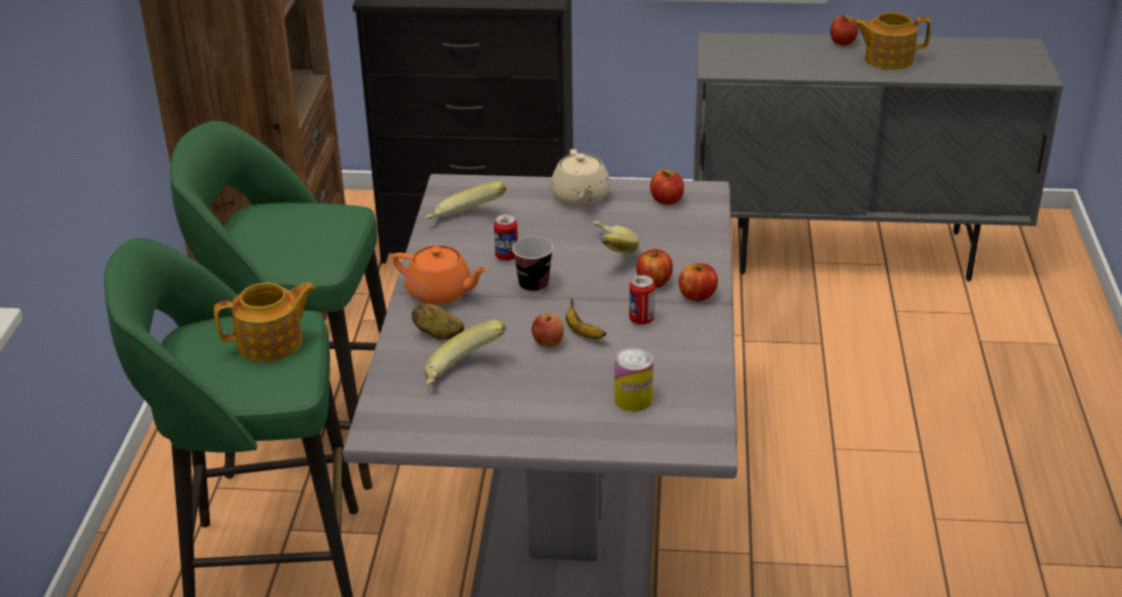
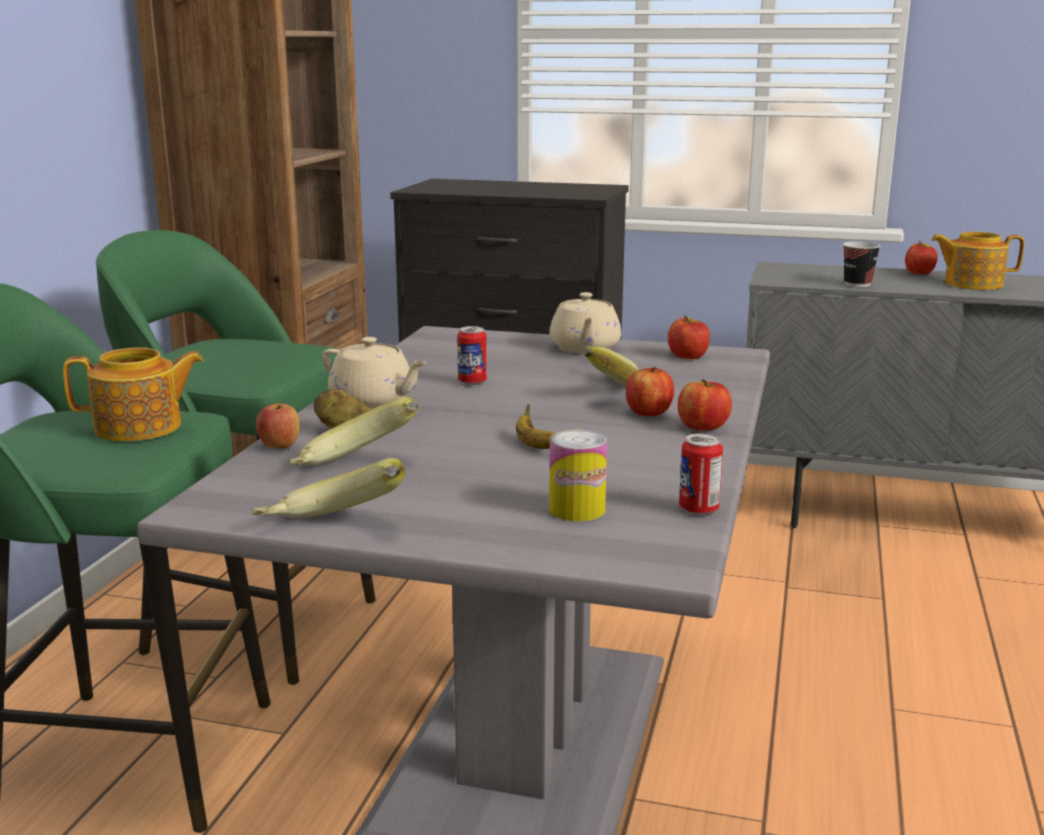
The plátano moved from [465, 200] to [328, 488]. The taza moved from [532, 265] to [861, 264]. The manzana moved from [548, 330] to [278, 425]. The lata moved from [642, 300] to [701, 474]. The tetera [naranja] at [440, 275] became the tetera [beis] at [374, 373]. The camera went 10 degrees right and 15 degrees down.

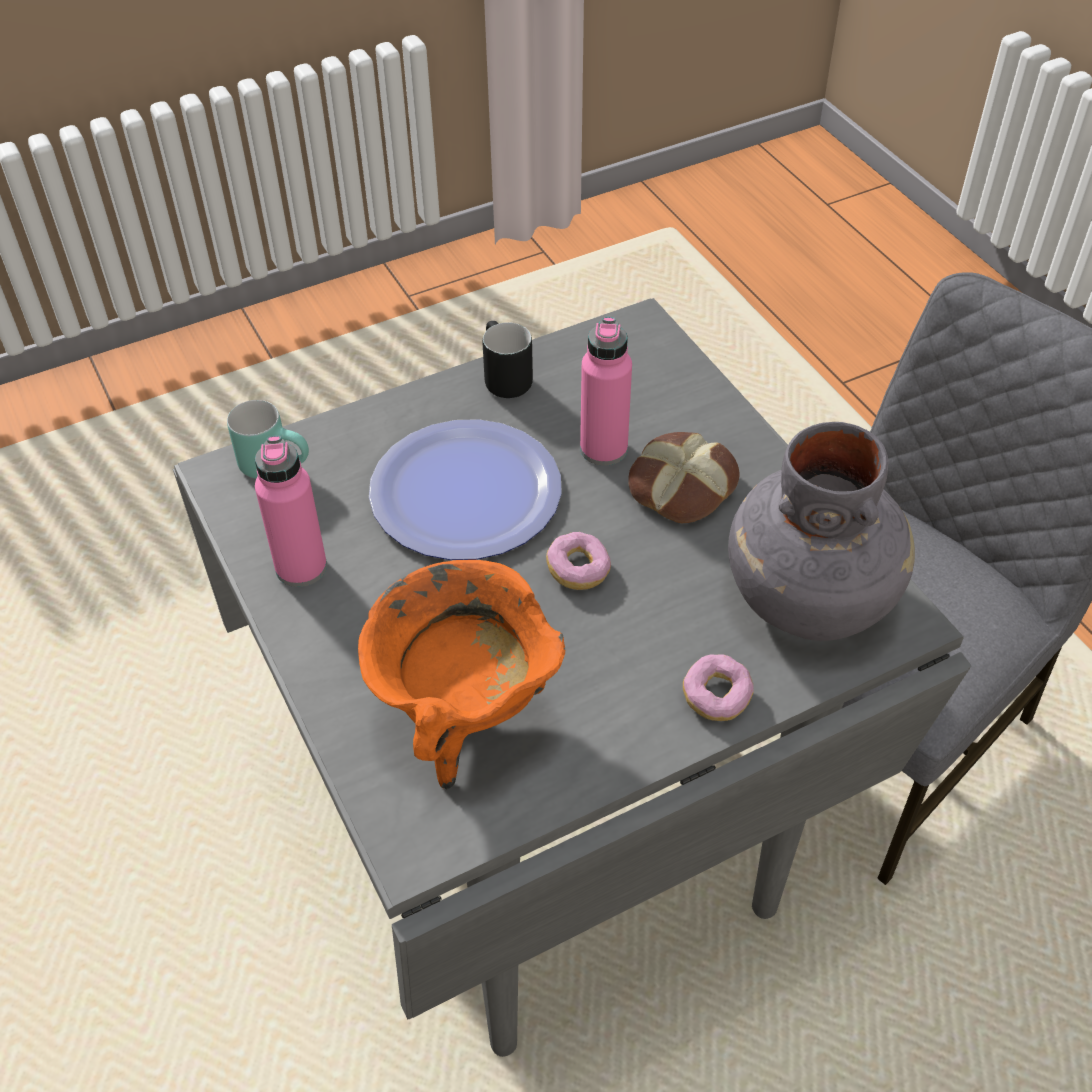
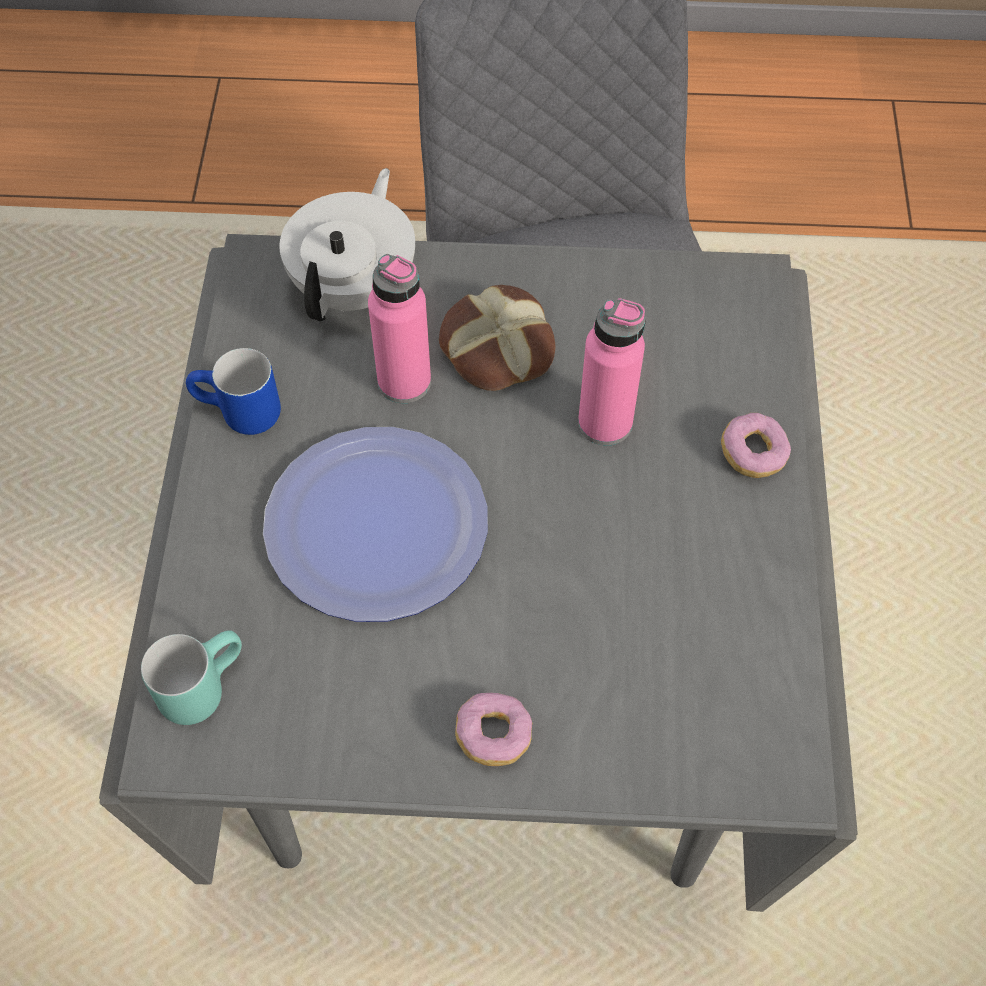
The olla [naranja] at [461, 675] disappeared. The florero [gris] at [821, 531] disappeared. The tetera [blanco] at [347, 244] appeared. The botella [rosa] moved from [291, 511] to [611, 372]. The rosquilla moved from [578, 561] to [493, 729]. The taza grande [negro] at [508, 359] became the taza grande [azul] at [233, 391]. The camera went 60 degrees left and 10 degrees up.

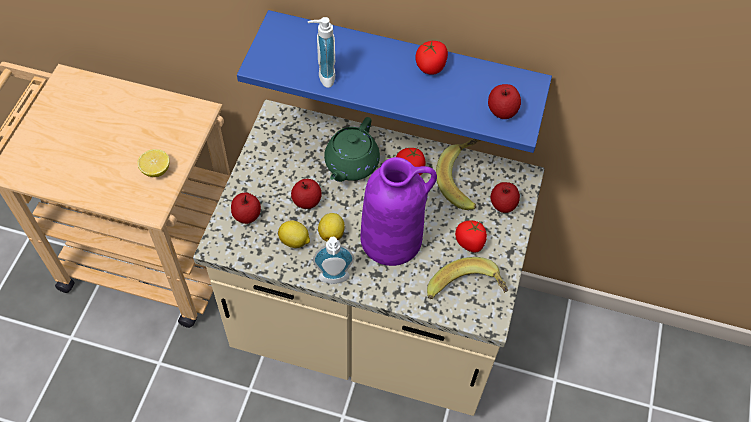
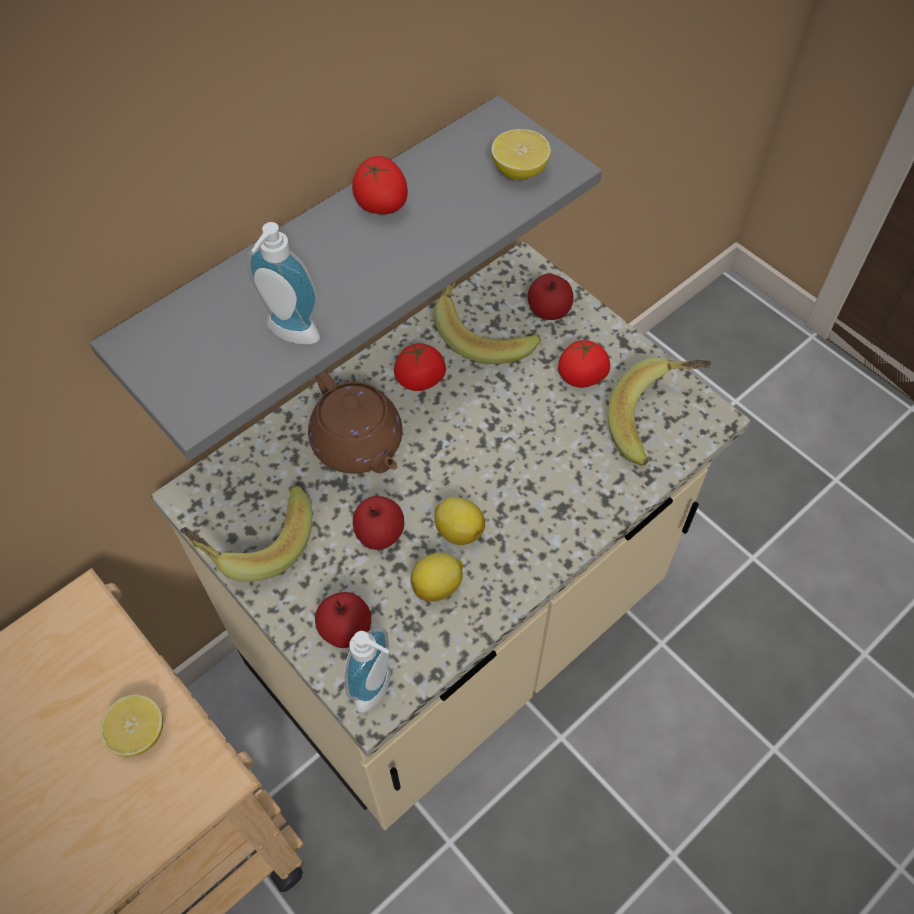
The florero [morado] at [398, 211] disappeared. The plátano at [246, 533] appeared. The dispensador de jabón moved from [333, 260] to [367, 670]. The manzana at [504, 101] was replaced by the limón at [521, 154]. The estante [azul] at [394, 81] became the estante [gris] at [346, 278]. The tetera [verde] at [352, 149] became the tetera [marrón] at [355, 422]. The camera went 55 degrees left and 0 degrees up.

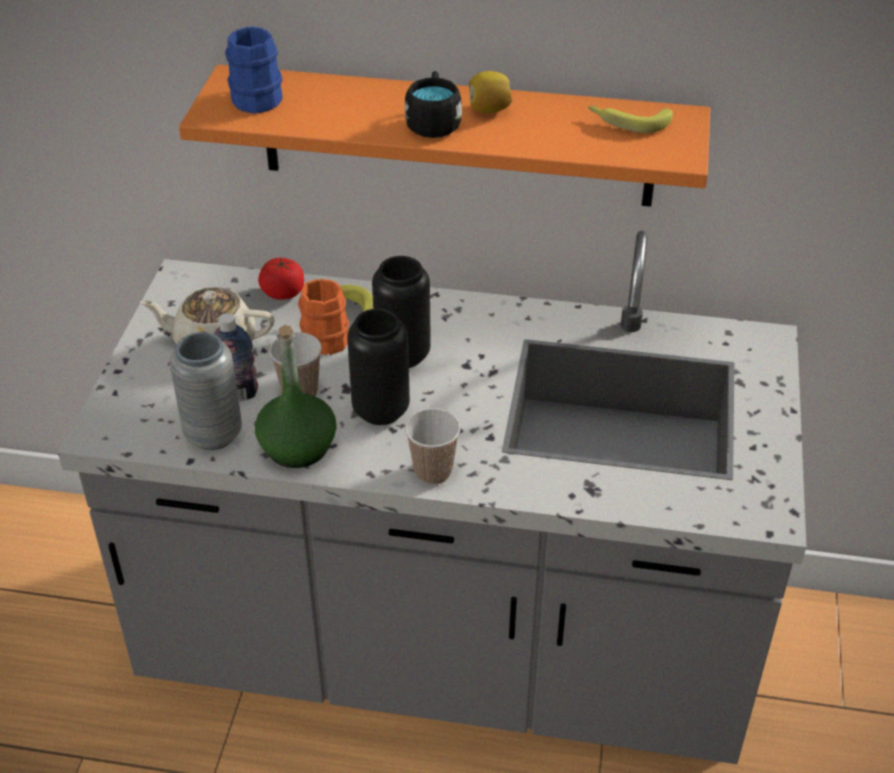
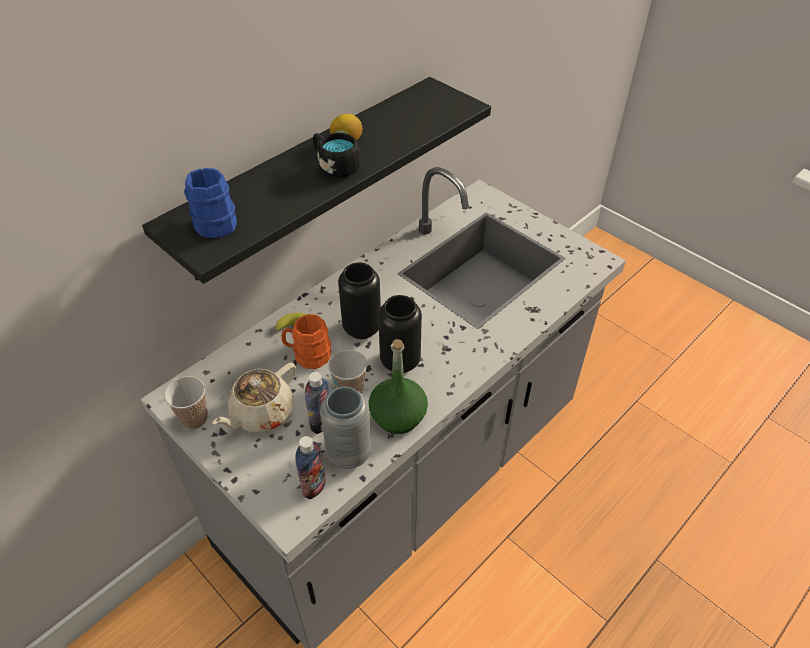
The tomate at [281, 279] disappeared. The plátano at [630, 119] disappeared. The botella at [311, 467] appeared. The taza moved from [432, 446] to [186, 402]. The estante [naranja] at [445, 136] became the estante [negro] at [316, 180]. The camera went 55 degrees left and 5 degrees up.

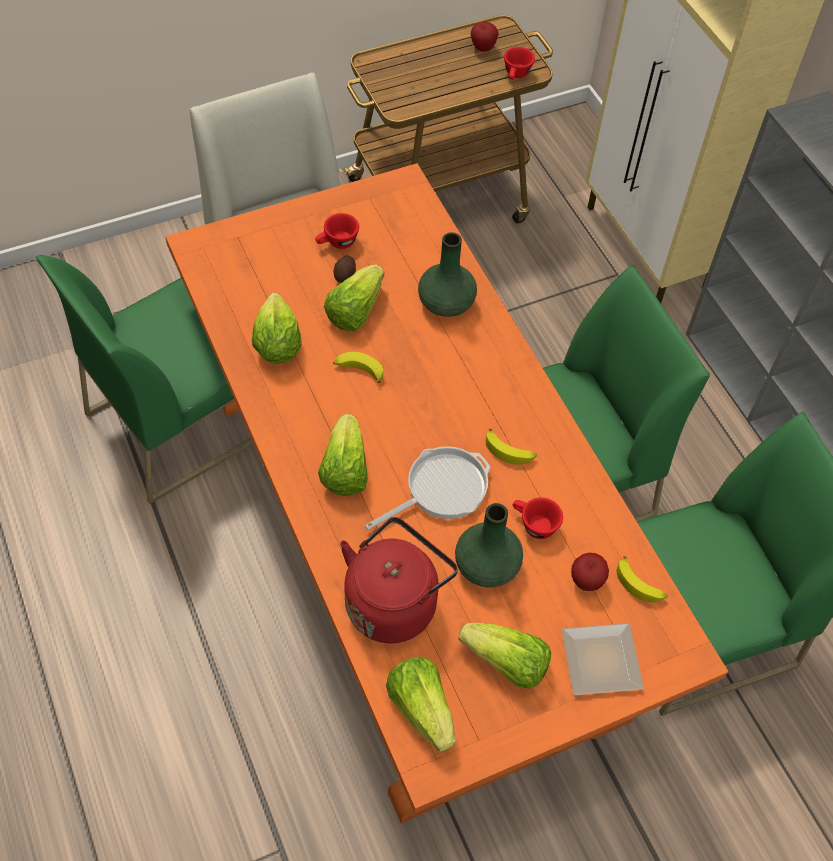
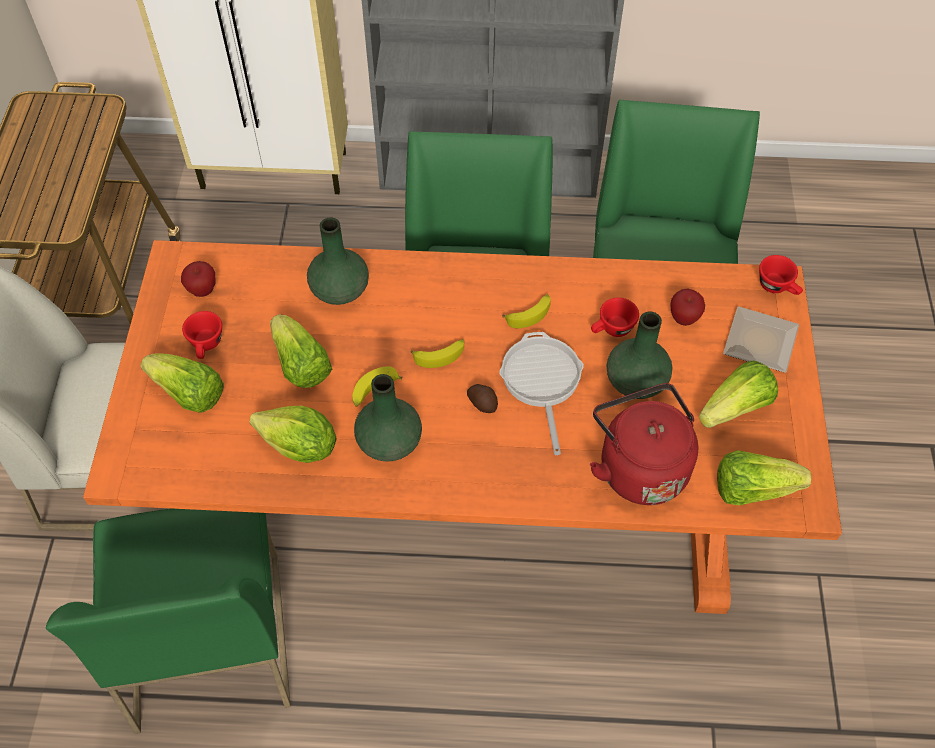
The florero [verde] at [388, 418] appeared. The lechuga moved from [343, 455] to [182, 382]. The patata moved from [345, 269] to [482, 398]. The manzana moved from [485, 37] to [198, 279]. The taza [rojo] moved from [519, 63] to [781, 275]. The plátano moved from [642, 579] to [437, 353]. The camera went 60 degrees left and 0 degrees up.

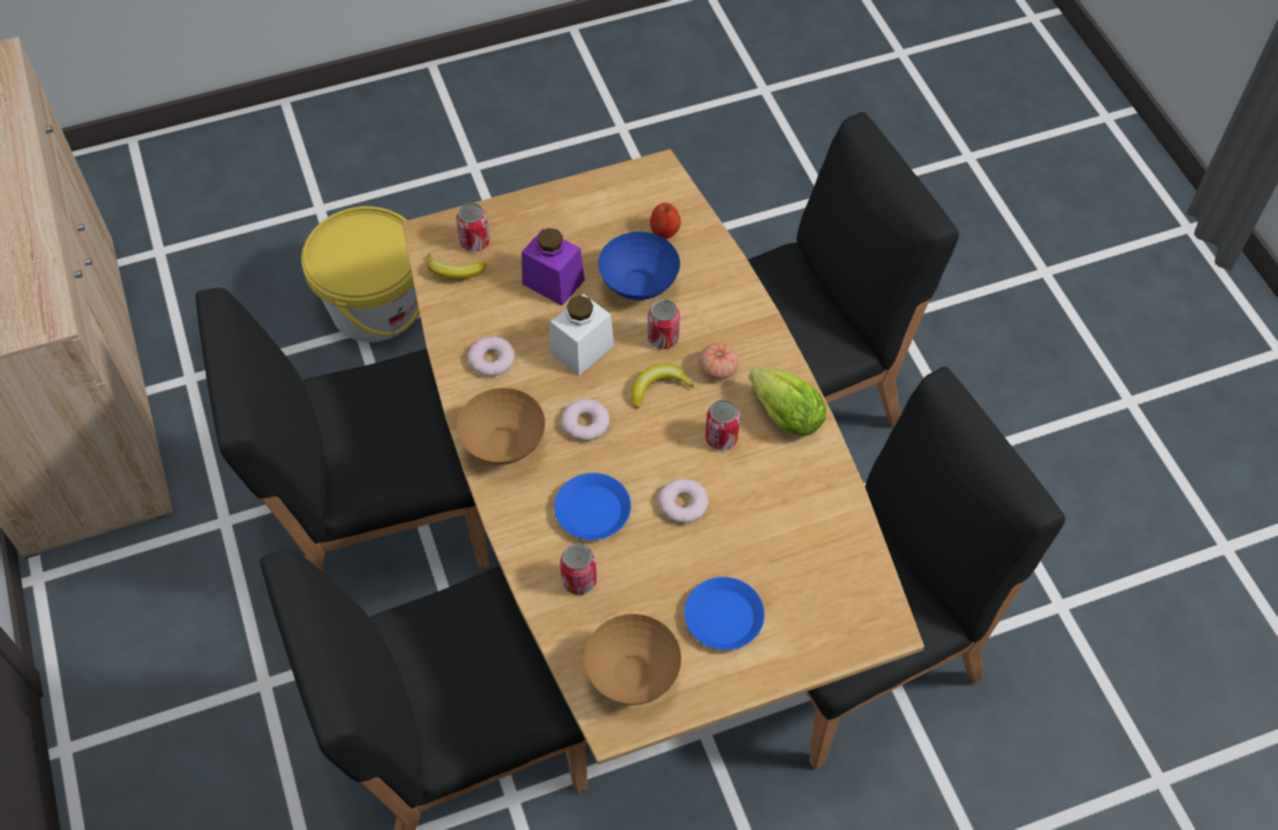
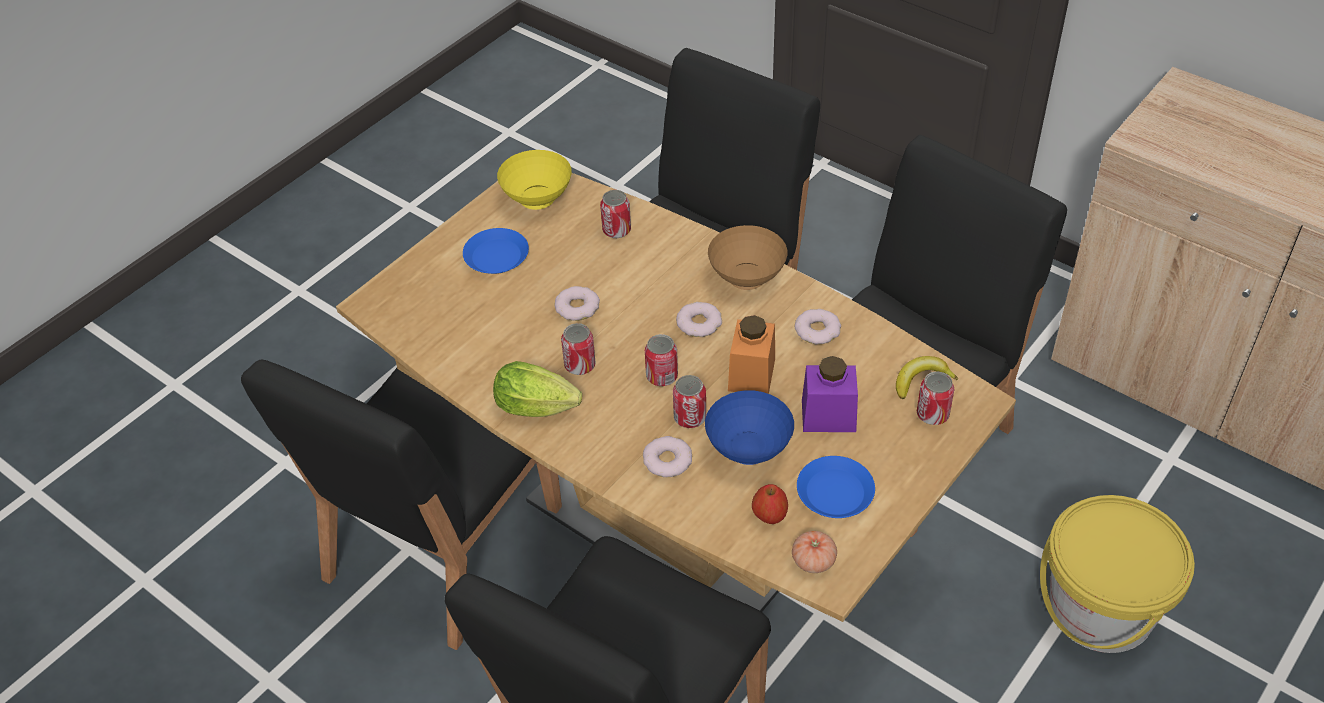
The rosquilla at [667, 456] appeared. The plato [azul] moved from [592, 506] to [836, 487]. The tomate moved from [719, 361] to [814, 552]. The plátano at [662, 385] was replaced by the lata at [661, 360]. The tarro [blanco] at [582, 334] became the tarro [naranja] at [751, 354]. The cuenco [marrón] at [632, 659] became the cuenco [amarillo] at [534, 180]. The camera went 150 degrees right and 10 degrees down.

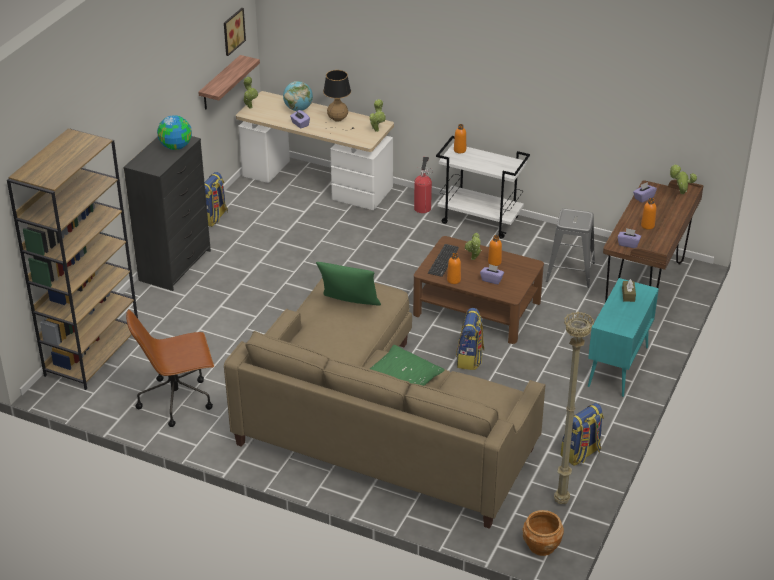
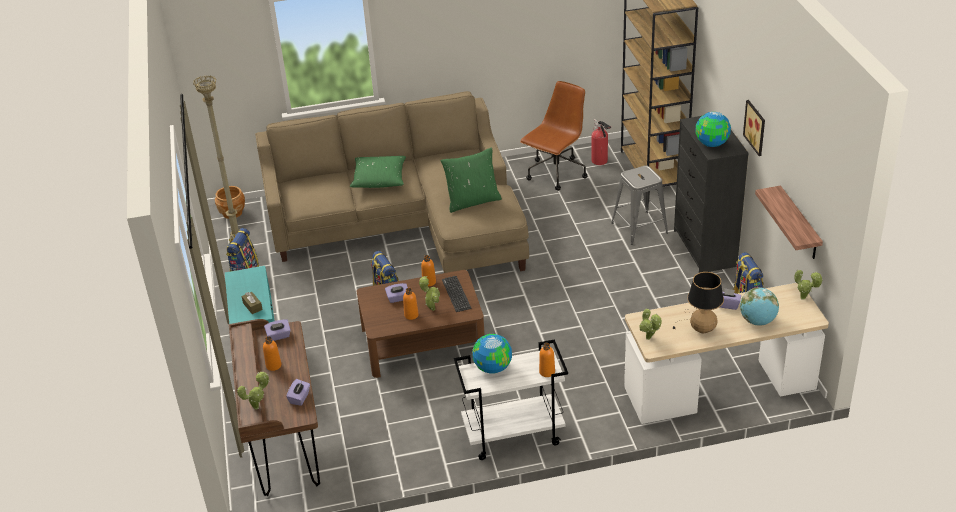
The globo terráqueo at [492, 354] appeared. The cuadro moved from [235, 32] to [754, 128]. The extintor moved from [423, 185] to [601, 142]. The taburete [gris] moved from [570, 248] to [639, 205]. The camera went 145 degrees right and 0 degrees up.

